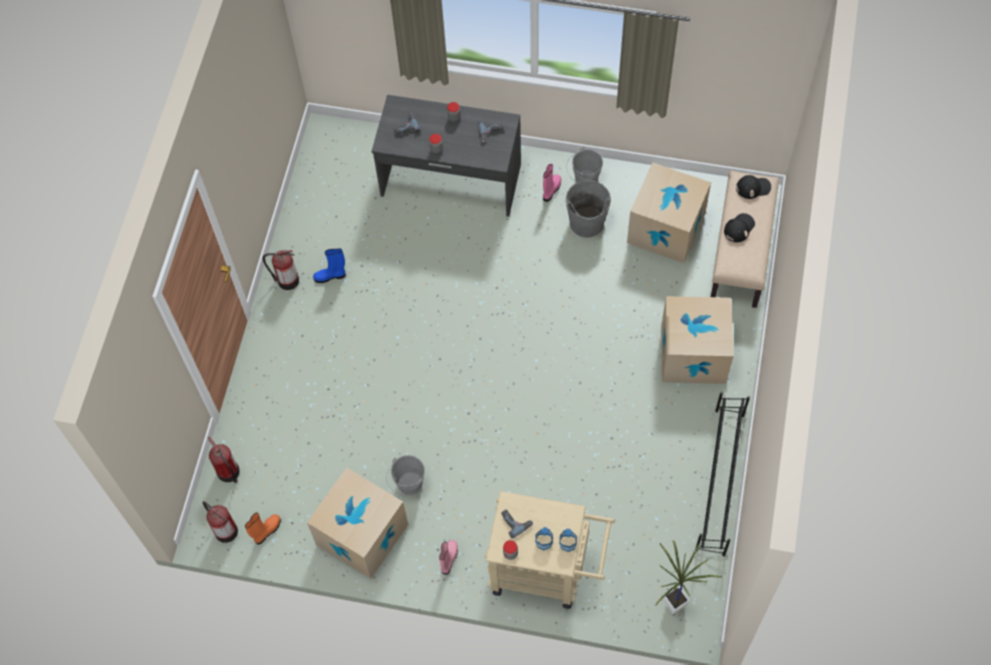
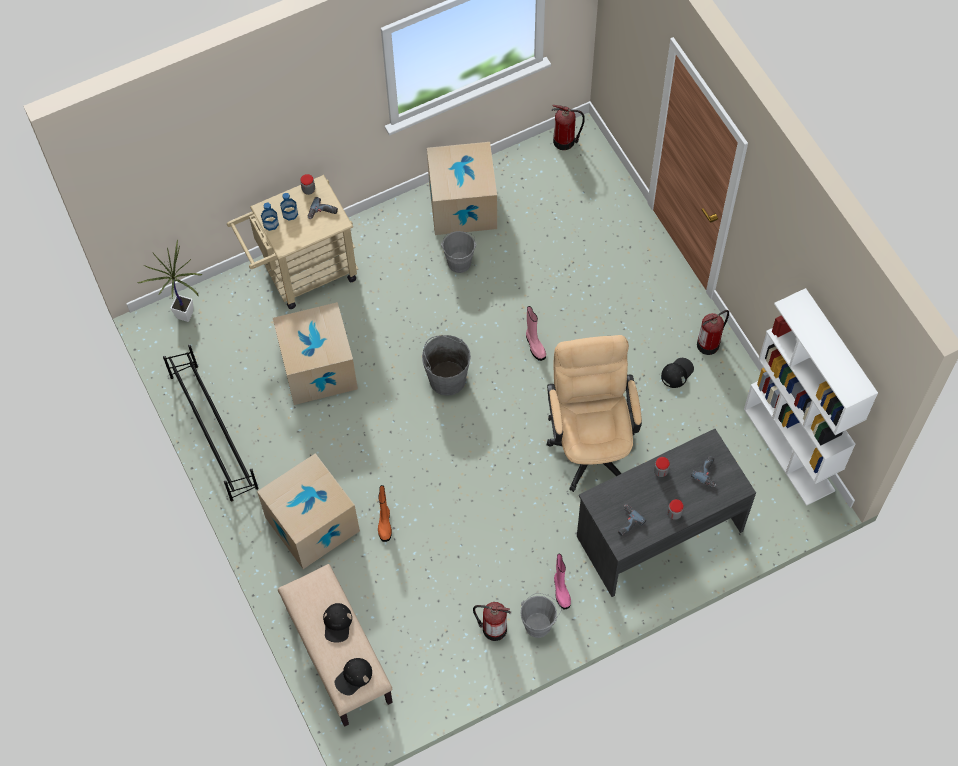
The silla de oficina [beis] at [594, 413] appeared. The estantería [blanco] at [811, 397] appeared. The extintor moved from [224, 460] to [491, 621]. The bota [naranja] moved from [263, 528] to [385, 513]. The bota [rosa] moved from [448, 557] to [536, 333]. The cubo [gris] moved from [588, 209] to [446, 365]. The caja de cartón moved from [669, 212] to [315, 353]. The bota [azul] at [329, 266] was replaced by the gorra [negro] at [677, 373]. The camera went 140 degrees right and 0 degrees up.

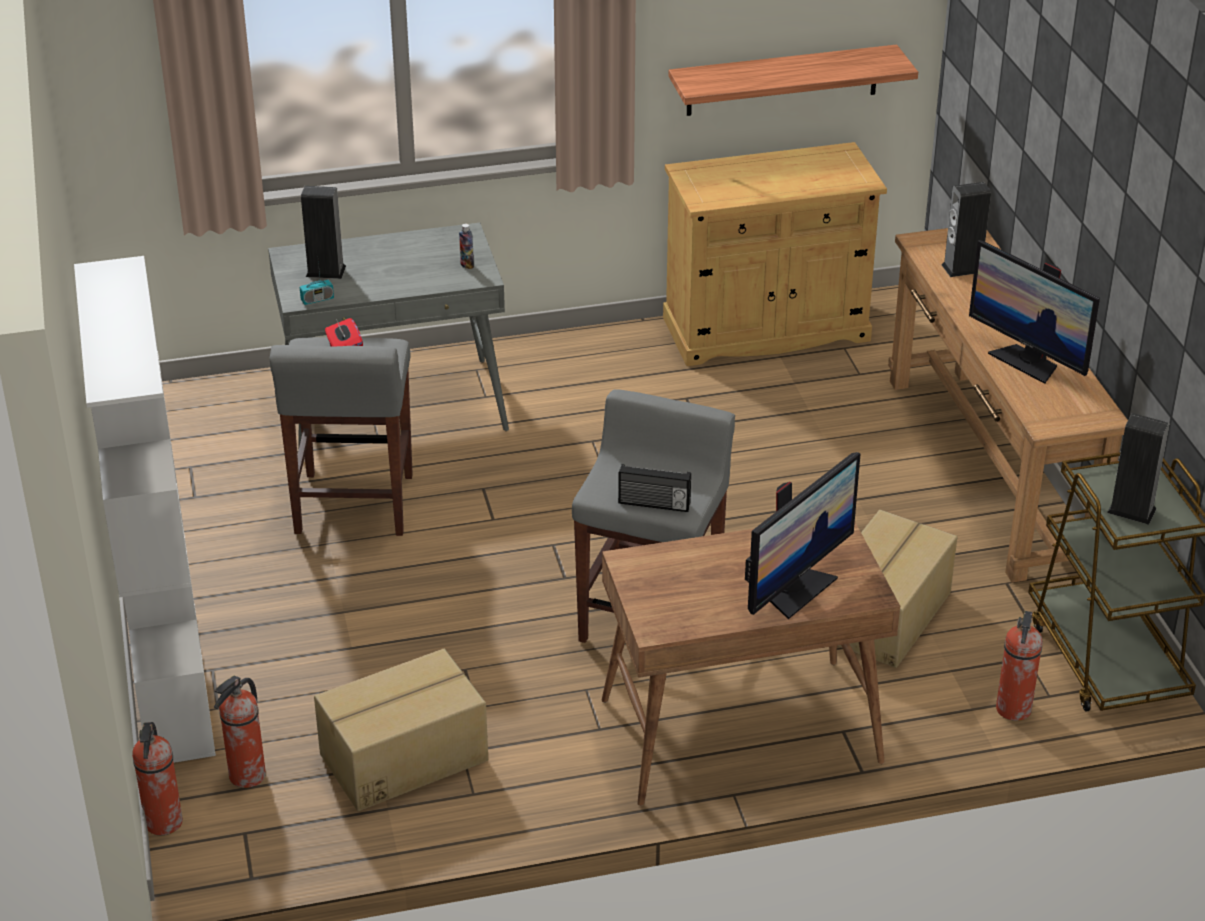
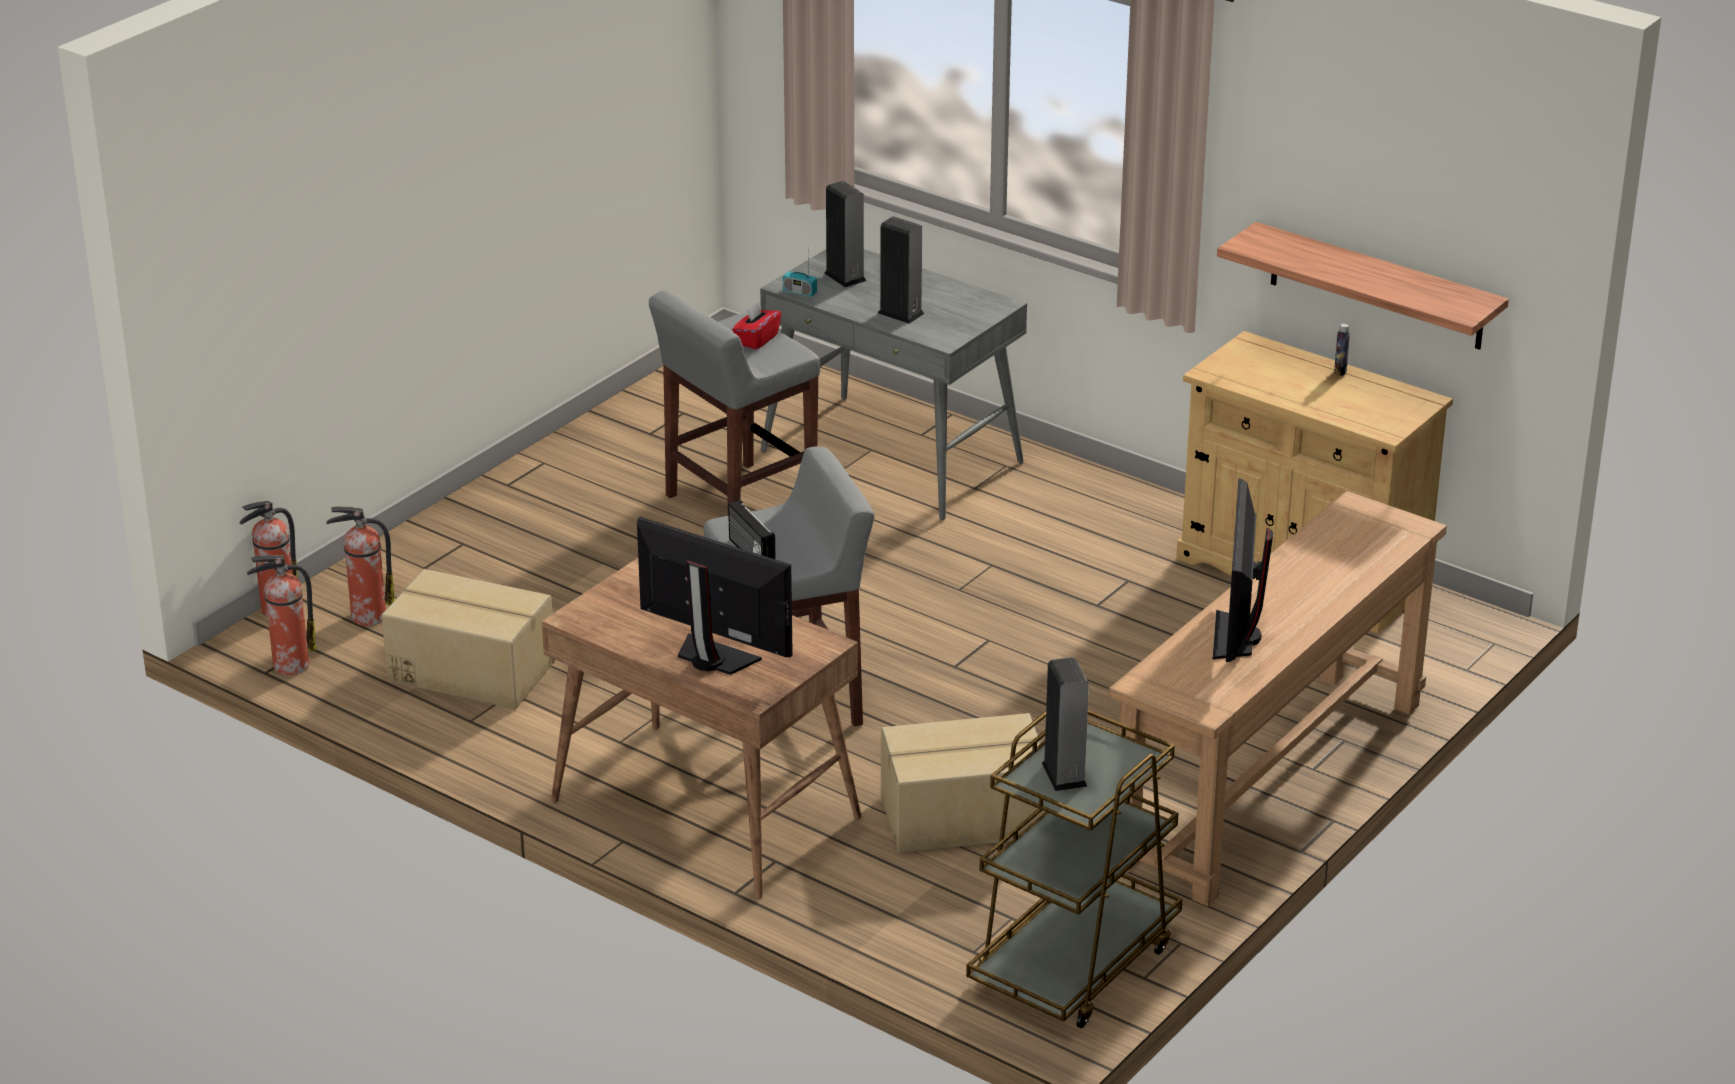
The estantería [blanco] at [145, 509] disappeared. The botella moved from [466, 246] to [1342, 349]. The altavoz moved from [966, 229] to [901, 270]. The extintor moved from [1019, 666] to [281, 615]. The monitor at [803, 535] turned 150 degrees counterclockwise. The camera went 50 degrees right and 5 degrees down.

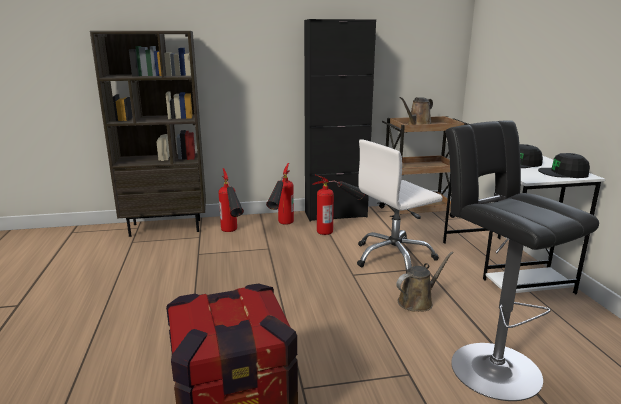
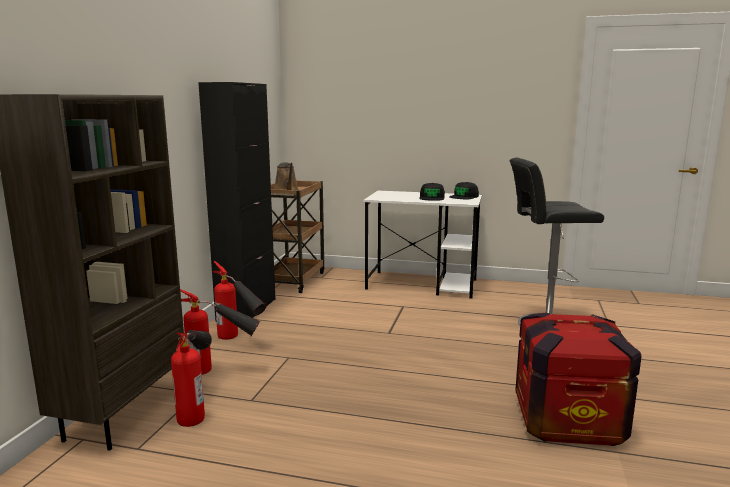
The silla de oficina [blanco] at [400, 206] disappeared. The regadera [marrón] at [425, 281] disappeared. The extintor moved from [338, 205] to [191, 378]. The camera went 65 degrees left and 5 degrees down.

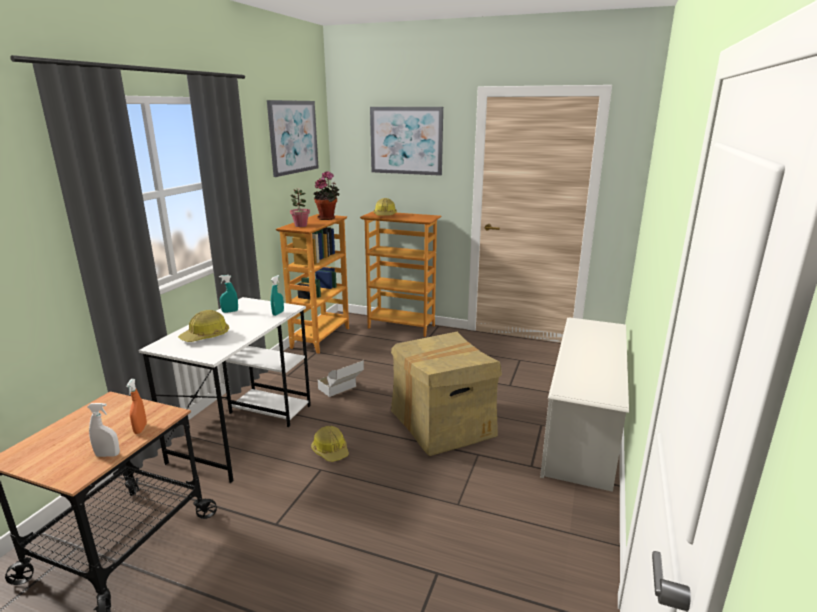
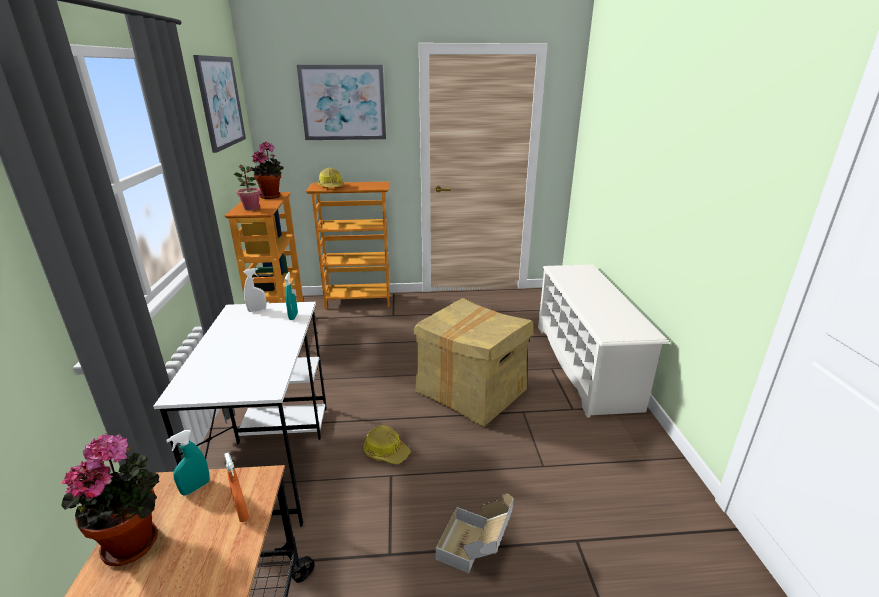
The casco at [203, 326] disappeared. The planta en maceta at [110, 499] appeared. The pulverizador [blanco] moved from [103, 430] to [255, 290]. The pulverizador [turquesa] moved from [228, 294] to [188, 463]. The caja de cartón moved from [341, 378] to [475, 533]. The camera went 25 degrees left and 5 degrees up.

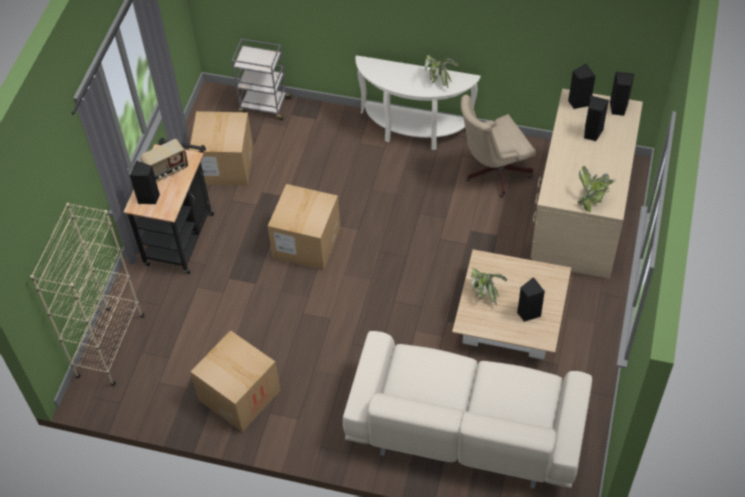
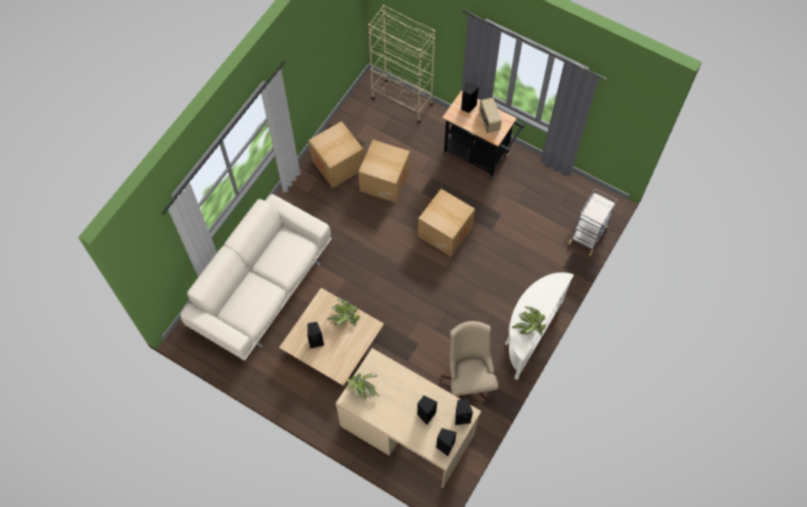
The caja de cartón moved from [221, 148] to [384, 171]. The camera went 105 degrees right and 10 degrees up.

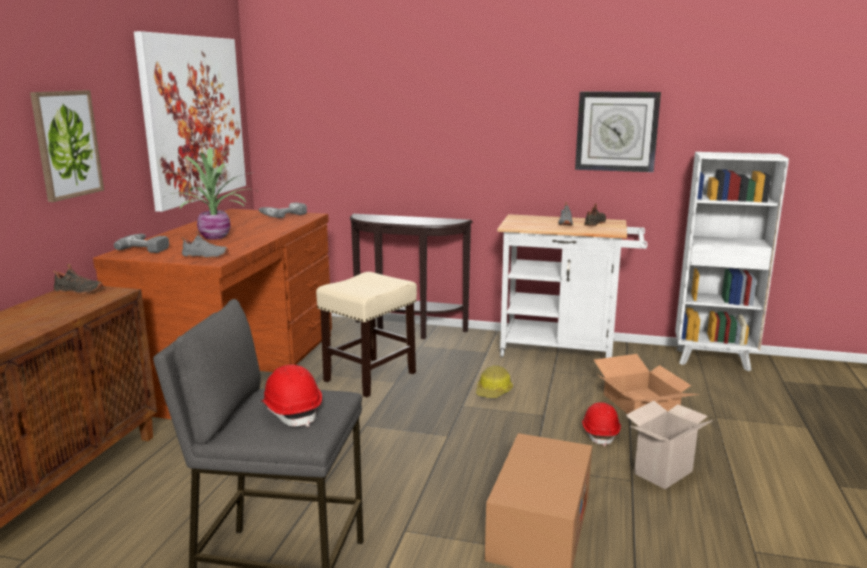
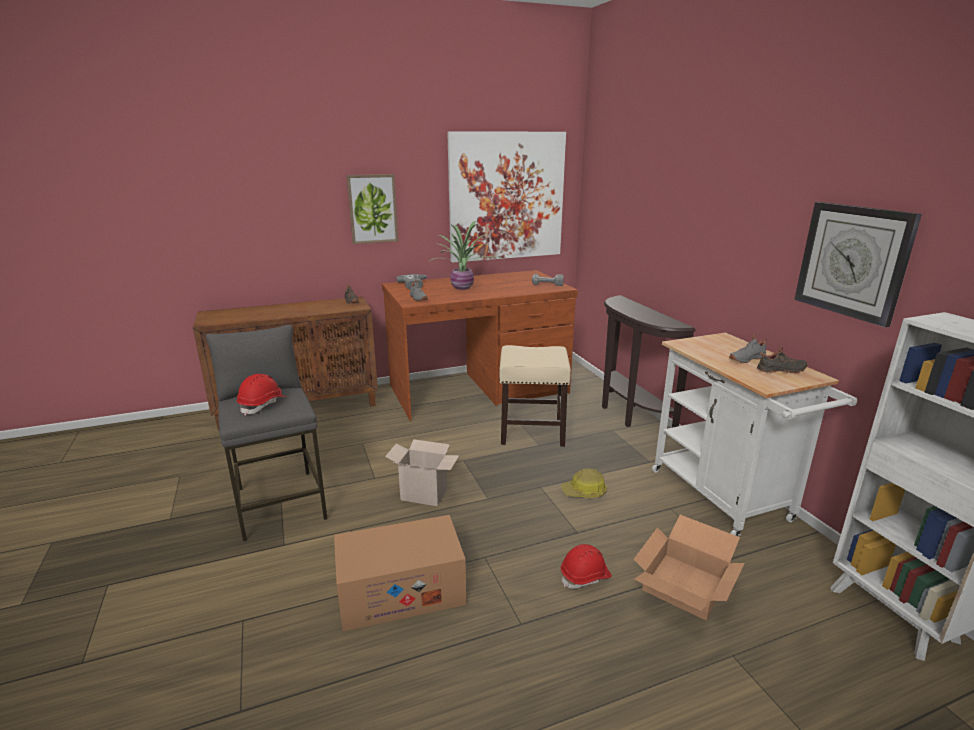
The caja de cartón moved from [669, 445] to [422, 472]. The camera went 55 degrees right and 5 degrees up.

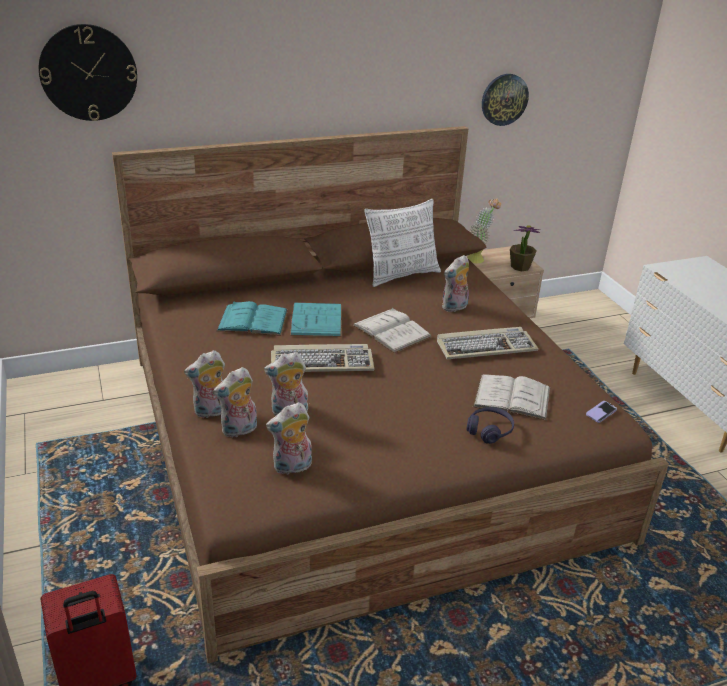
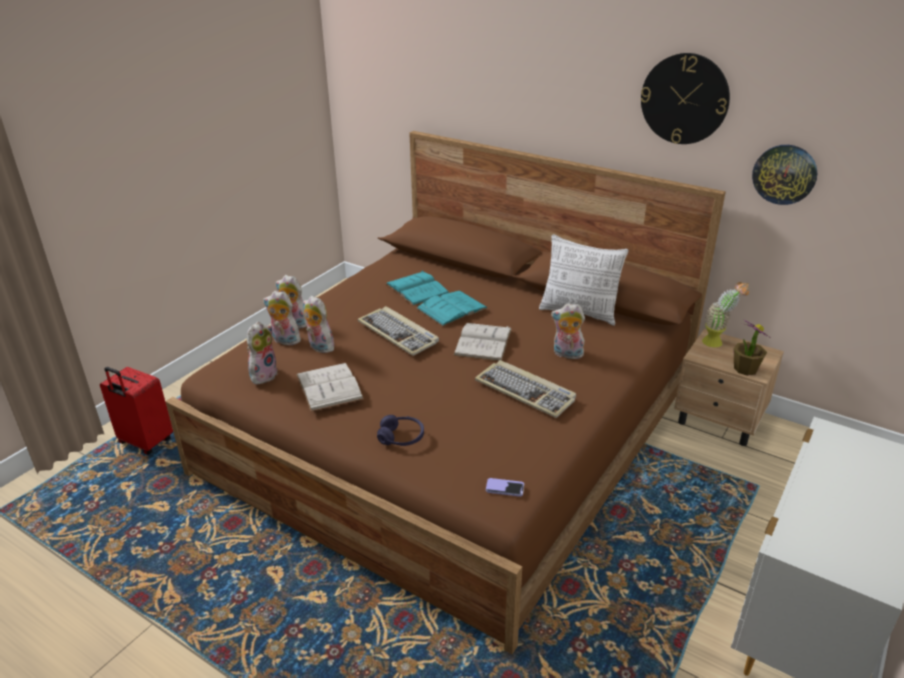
The reloj de pared moved from [88, 72] to [685, 98]. The libro [blanco] moved from [512, 397] to [330, 387]. The peluche at [289, 438] turned 90 degrees clockwise. The camera went 55 degrees right and 0 degrees up.

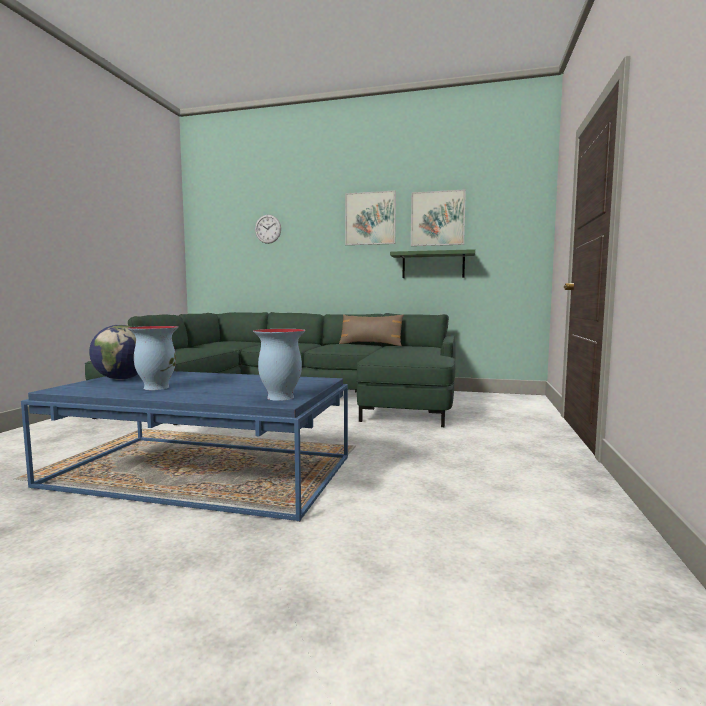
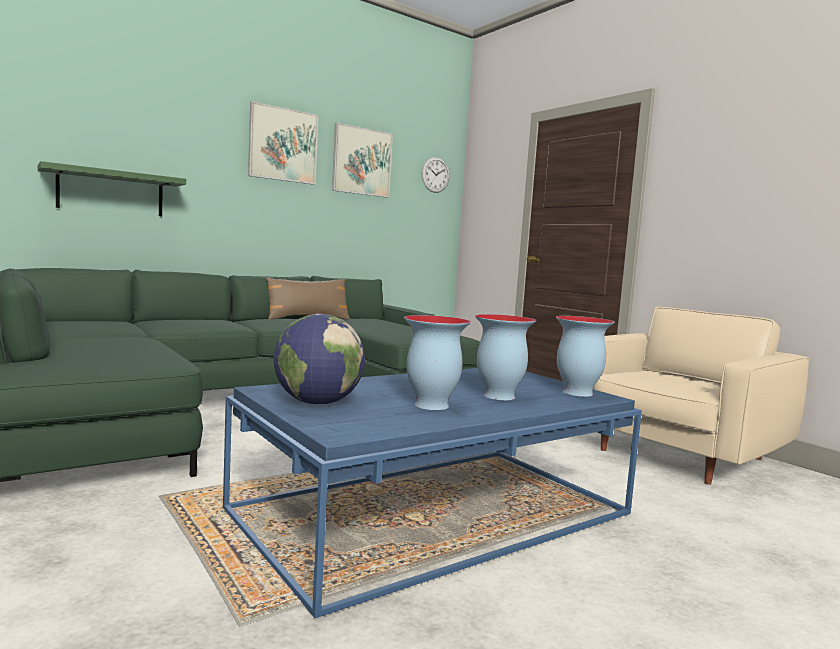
The florero at [505, 357] appeared. The sillón [beis] at [701, 396] appeared. The reloj de pared moved from [268, 229] to [436, 175]. The estante [verde] moved from [432, 263] to [112, 189]. The camera went 50 degrees left and 0 degrees up.

